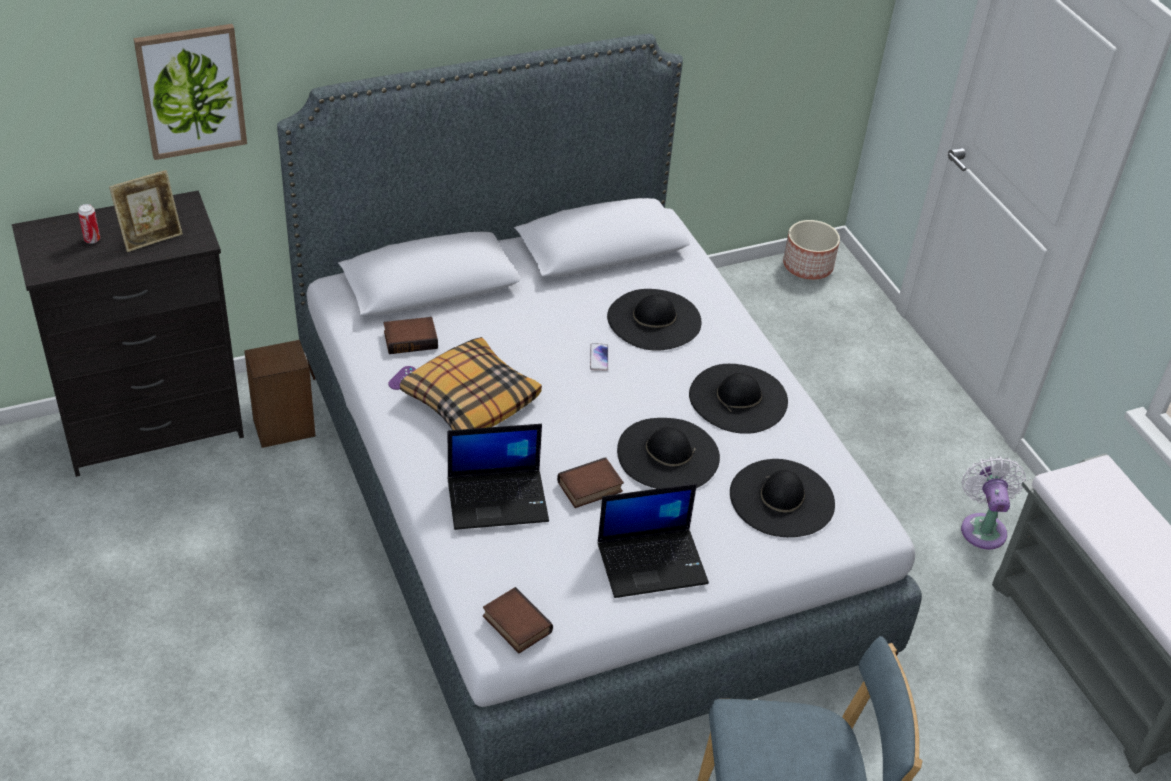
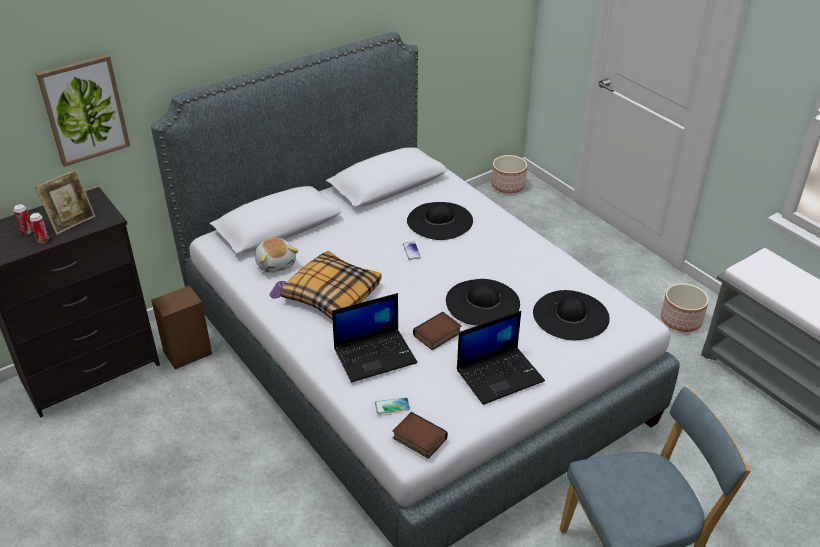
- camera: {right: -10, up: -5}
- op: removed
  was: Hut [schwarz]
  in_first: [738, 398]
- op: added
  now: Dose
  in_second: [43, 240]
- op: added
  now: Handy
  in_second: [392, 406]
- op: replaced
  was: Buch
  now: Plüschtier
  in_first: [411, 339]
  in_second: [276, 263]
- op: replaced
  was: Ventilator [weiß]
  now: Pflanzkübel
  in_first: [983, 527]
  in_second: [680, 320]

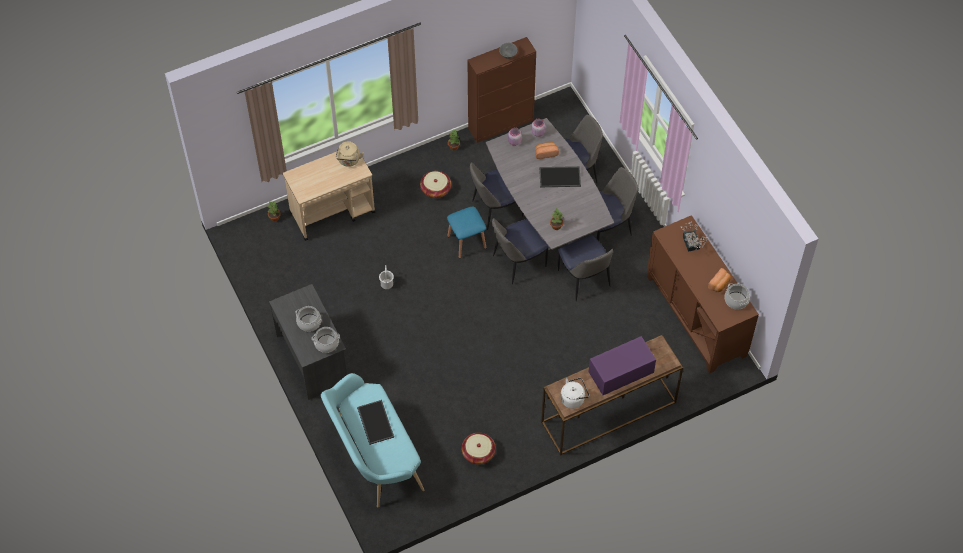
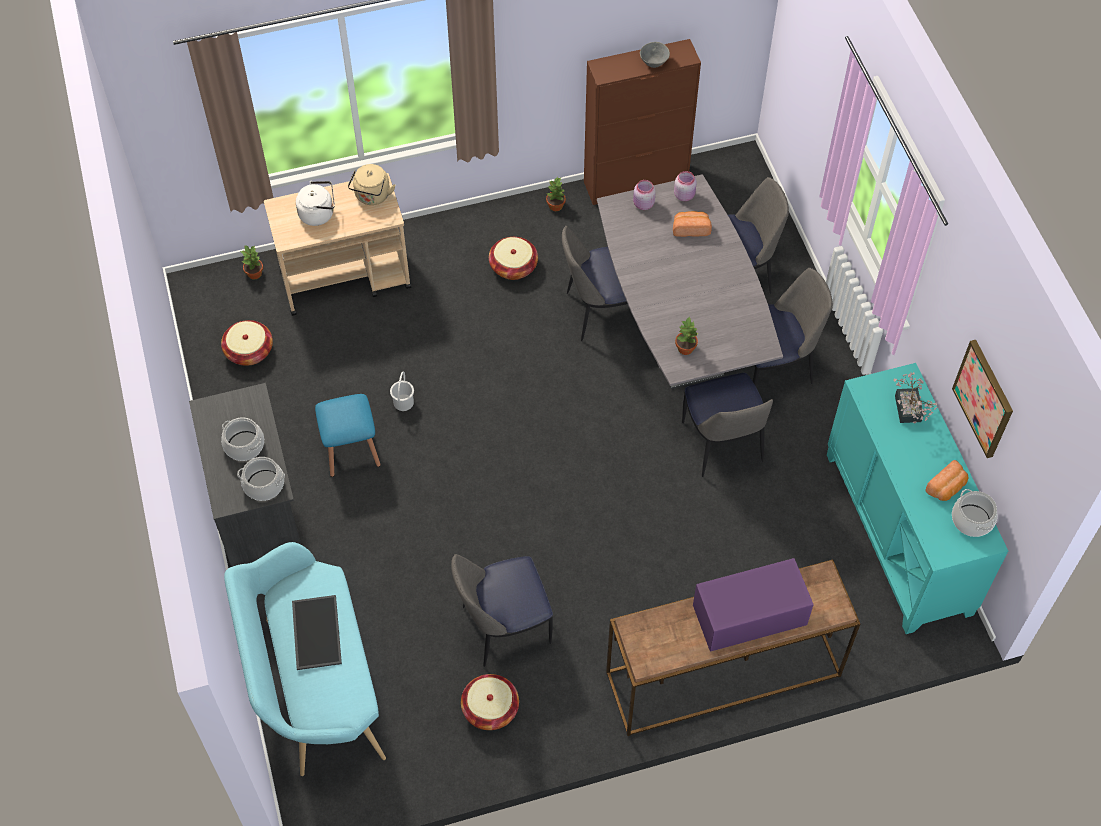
- camera: {right: 10, up: 0}
- op: removed
  was: Tablett
  in_first: [560, 176]
- op: added
  now: Korb
  in_second: [249, 351]
- op: added
  now: Bild
  in_second: [984, 398]
- op: moved
  was: Hocker [blau]
  in_first: [466, 242]
  in_second: [351, 450]
- op: moved
  was: Stuhl
  in_first: [518, 262]
  in_second: [503, 626]
- op: moved
  was: Wasserkessel [weiß]
  in_first: [573, 398]
  in_second: [319, 214]
- op: recoloured
  was: Schrank [braun]
  now: Schrank [türkis]
  in_first: [696, 316]
  in_second: [899, 533]

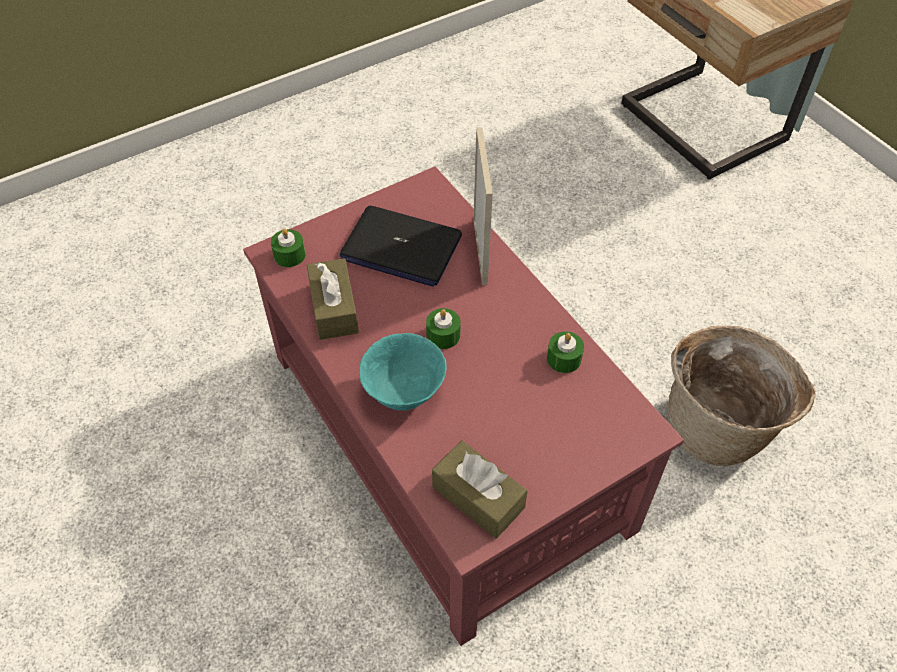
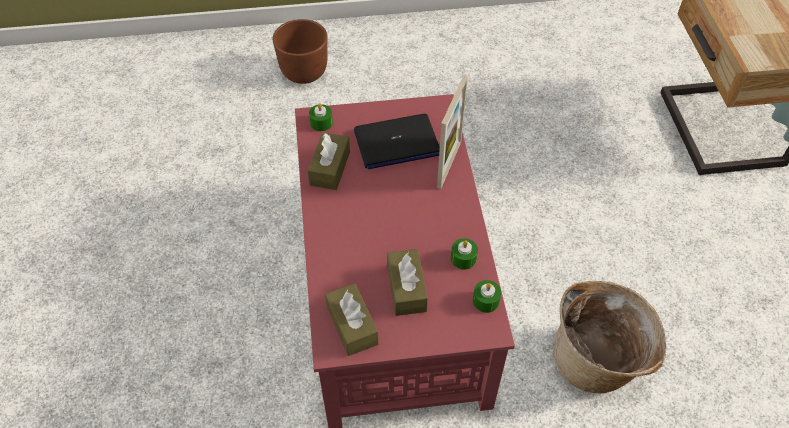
- camera: {right: 25, up: 0}
- op: removed
  was: Schüssel [türkis]
  in_first: [404, 392]
- op: added
  now: Pflanzkübel [braun]
  in_second: [305, 73]
- op: added
  now: Taschentuchbox [braun]
  in_second: [406, 288]
- op: moved
  was: Kerze [grün]
  in_first: [443, 335]
  in_second: [486, 301]
- op: turned
  was: Laptop
  in_first: [400, 247]
  in_second: [396, 143]
  clockwise: -60

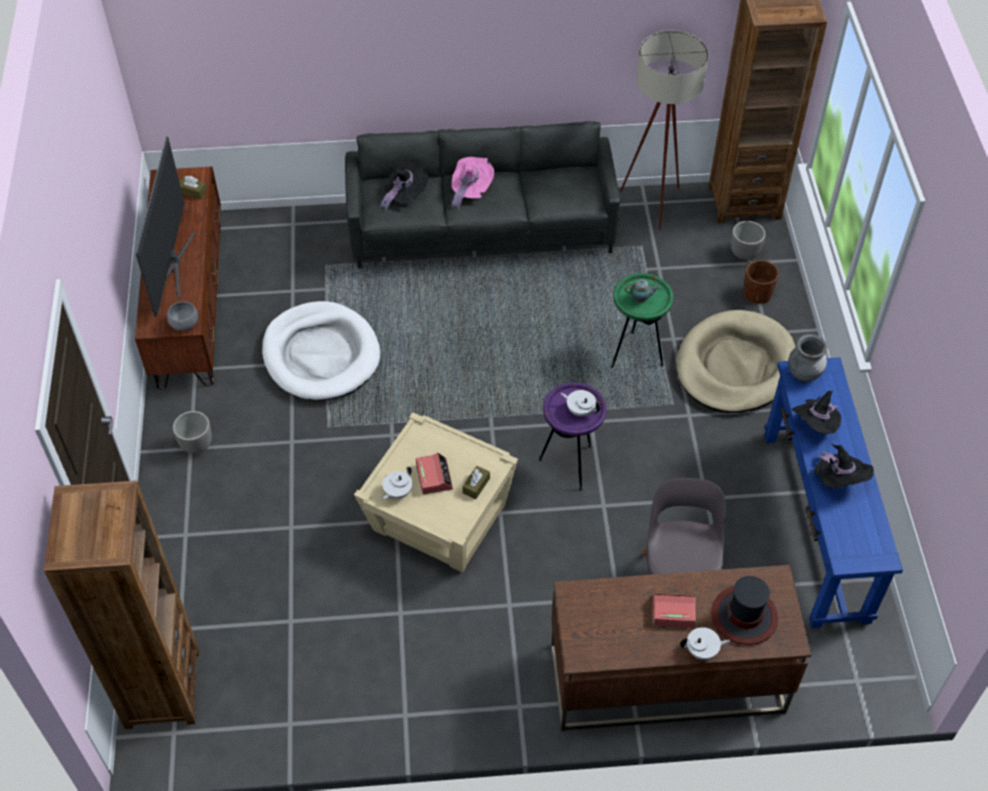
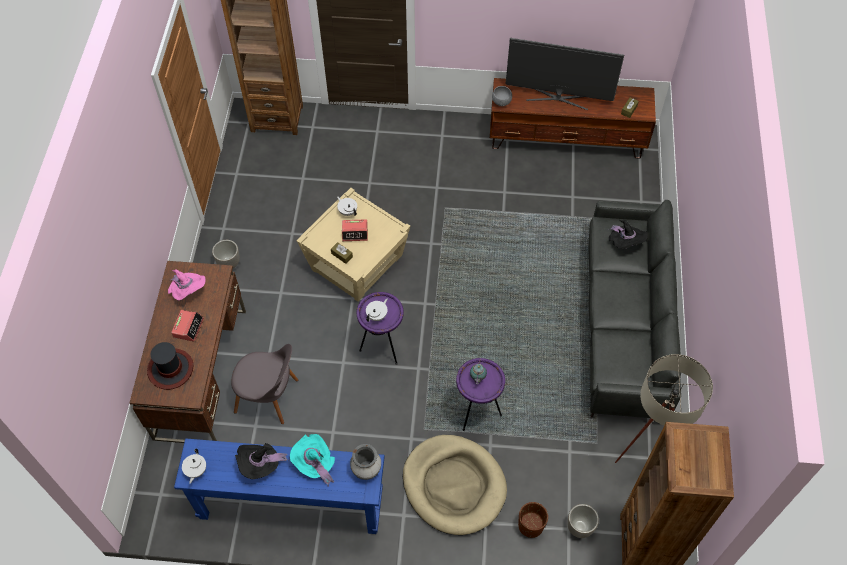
- camera: {right: 100, up: 5}
- op: removed
  was: Hundebett [weiß]
  in_first: [321, 355]
- op: moved
  was: Pflanzkübel
  in_first: [196, 446]
  in_second: [229, 263]
- op: moved
  was: Hut [rosa]
  in_first: [470, 190]
  in_second: [188, 292]
- op: moved
  was: Teekanne [weiß]
  in_first: [702, 651]
  in_second: [196, 470]
- op: recoloured
  was: Beistelltisch [grün]
  now: Beistelltisch [lila]
  in_first: [635, 355]
  in_second: [477, 413]
- op: recoloured
  was: Hut [schwarz]
  now: Hut [türkis]
  in_first: [815, 426]
  in_second: [314, 464]

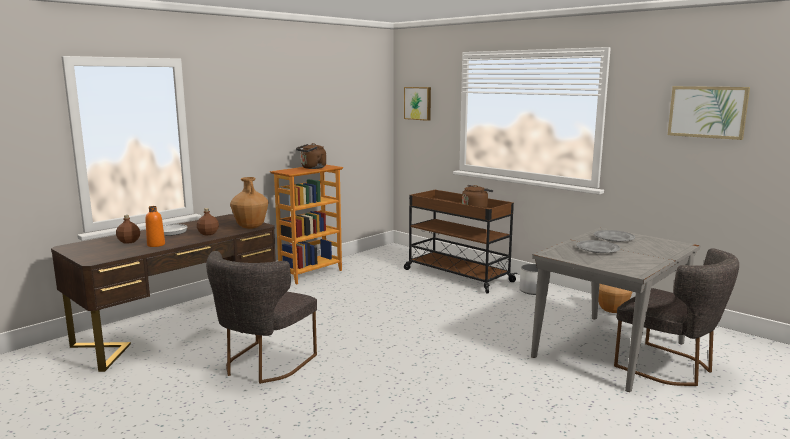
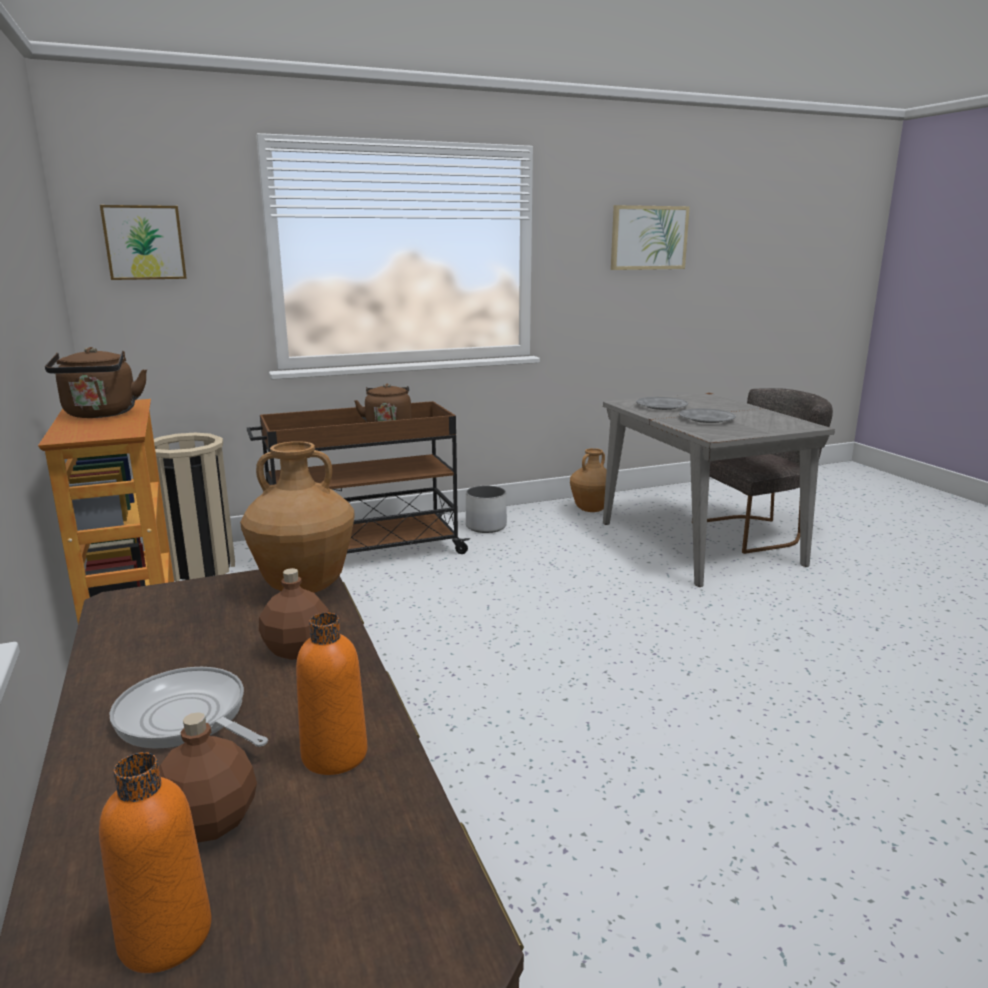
- camera: {right: -65, up: 5}
- op: removed
  was: Stuhl [grau]
  in_first: [263, 365]
- op: added
  now: Flasche [orange]
  in_second: [165, 936]
- op: added
  now: Mülleimer [beige]
  in_second: [199, 567]

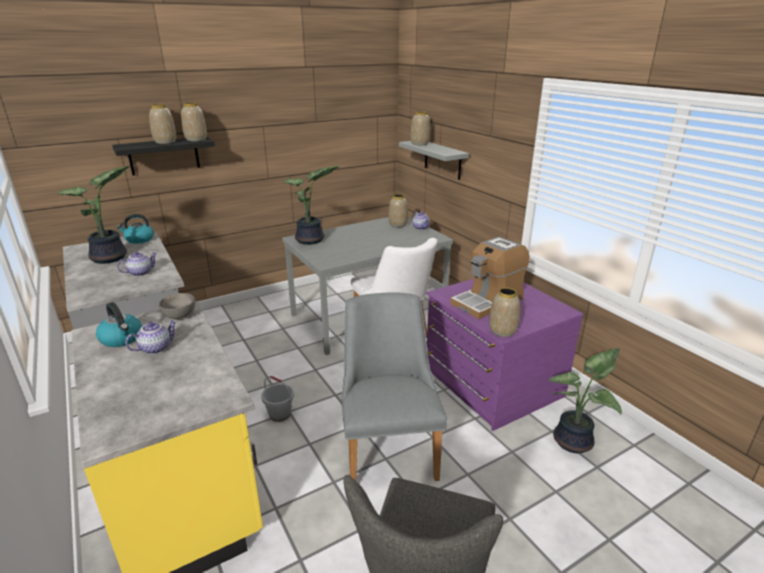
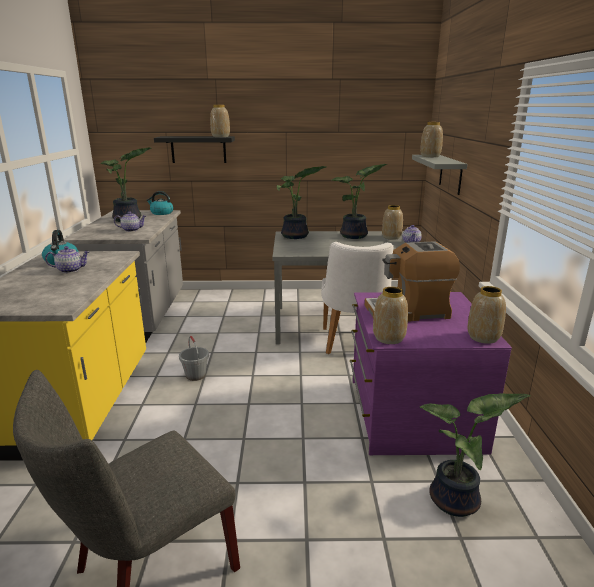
- camera: {right: 30, up: -5}
- op: removed
  was: Schüssel [grau]
  in_first: [180, 316]
- op: removed
  was: Stuhl [grau]
  in_first: [388, 447]
- op: added
  now: Topfpflanze
  in_second: [355, 236]
- op: moved
  was: Vase
  in_first: [165, 142]
  in_second: [483, 337]

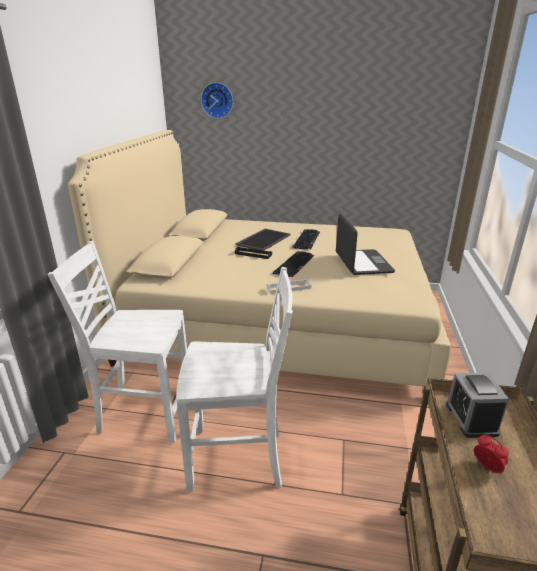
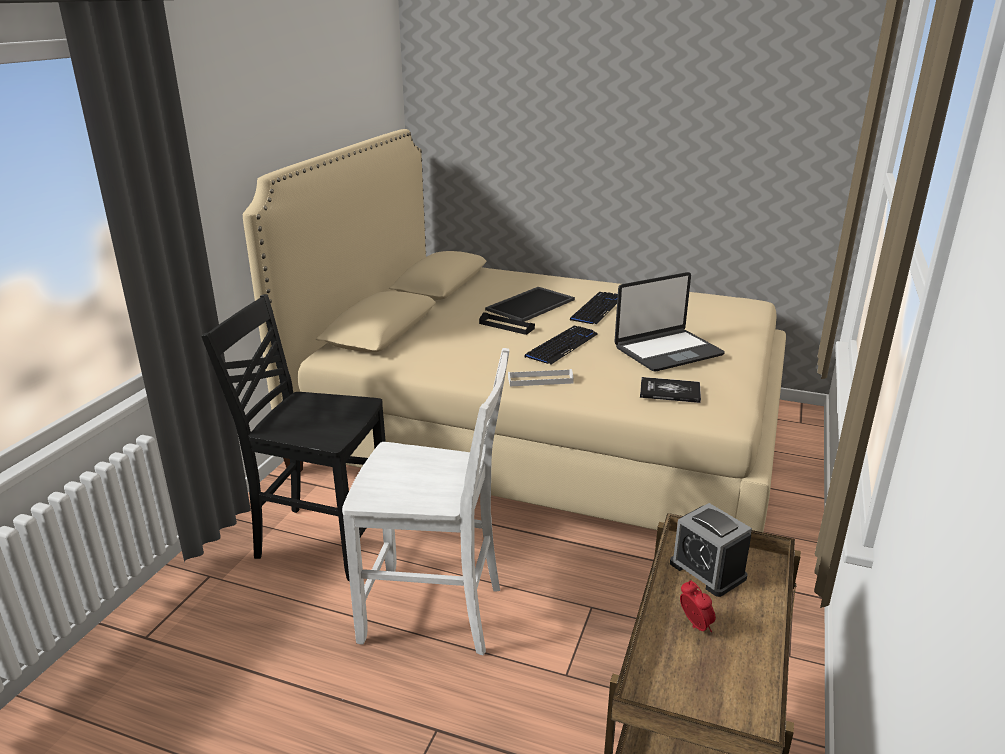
- camera: {right: 10, up: 0}
- op: removed
  was: Wanduhr
  in_first: [217, 100]
- op: added
  now: Buch
  in_second: [670, 391]
- op: recoloured
  was: Stuhl [weiß]
  now: Stuhl [schwarz]
  in_first: [144, 413]
  in_second: [321, 540]
- op: turned
  was: Laptop
  in_first: [362, 263]
  in_second: [667, 351]
  clockwise: 60
- op: turned
  was: Wecker
  in_first: [471, 419]
  in_second: [707, 570]
  clockwise: -45

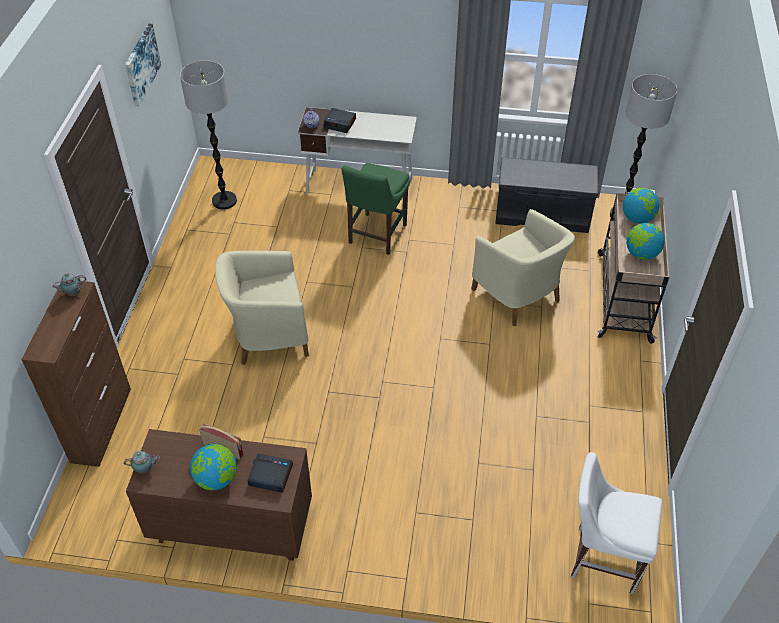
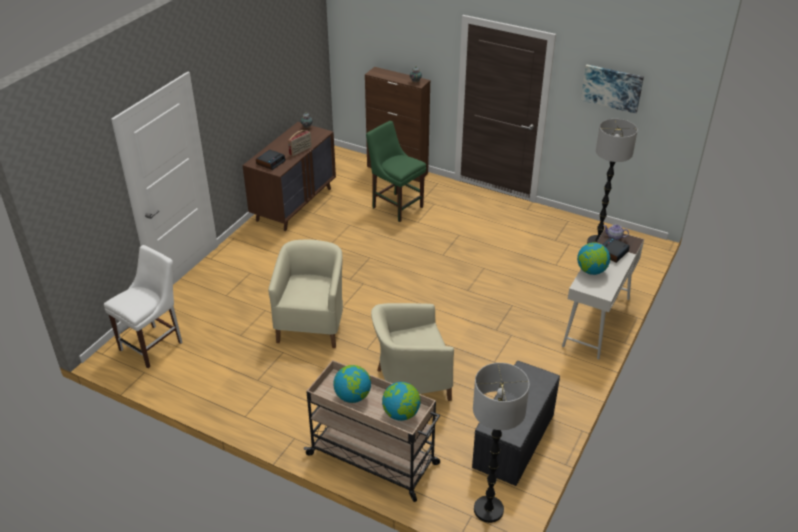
- camera: {right: 110, up: -10}
- op: moved
  was: Globus
  in_first: [216, 479]
  in_second: [591, 271]
- op: moved
  was: Sessel [beige]
  in_first: [268, 336]
  in_second: [312, 324]
- op: moved
  was: Stuhl [grün]
  in_first: [376, 236]
  in_second: [396, 206]

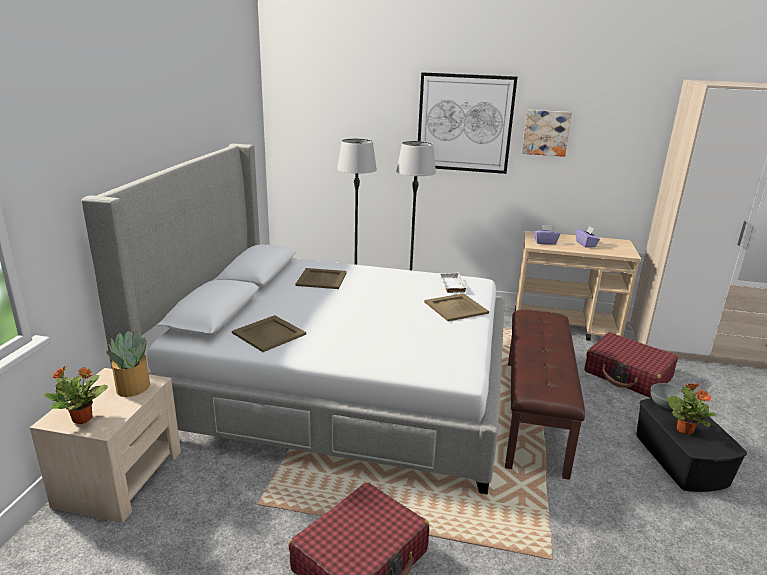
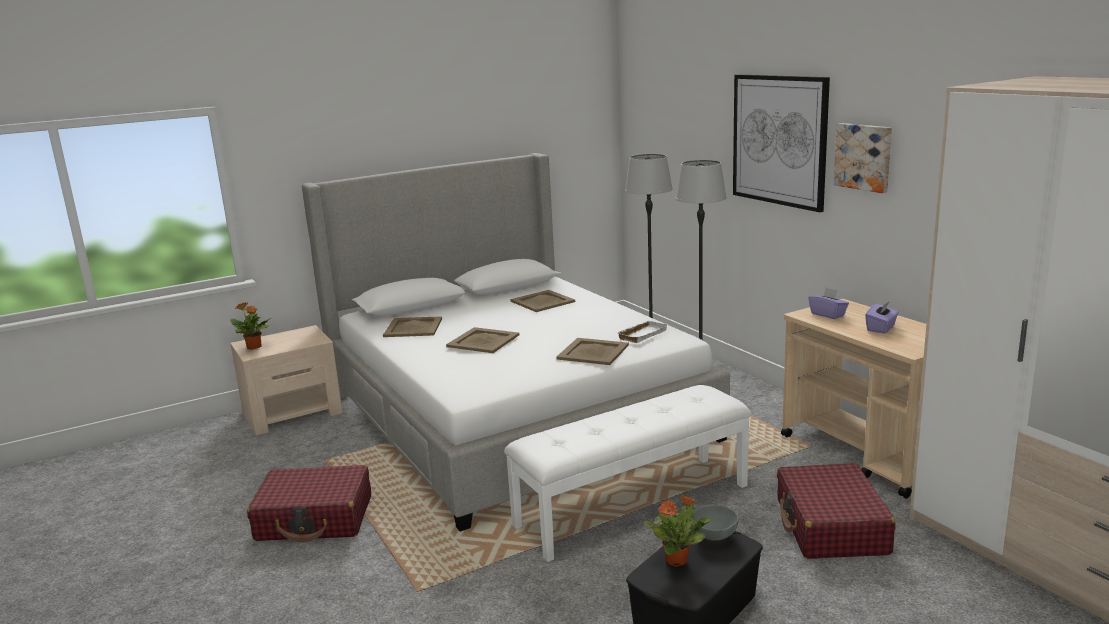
- camera: {right: 50, up: -5}
- op: removed
  was: Topfpflanze
  in_first: [132, 387]
- op: added
  now: Tablett [beige]
  in_second: [484, 341]
- op: recoloured
  was: Bank [braun]
  now: Bank [weiß]
  in_first: [533, 412]
  in_second: [632, 505]

